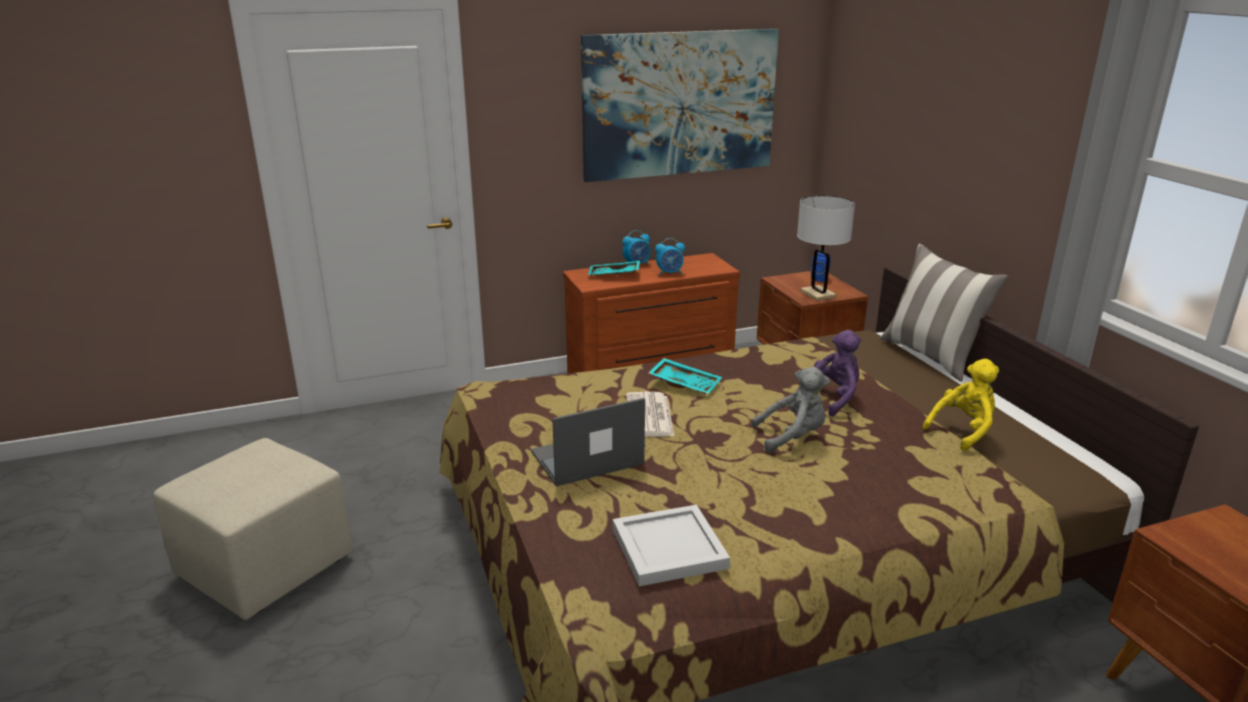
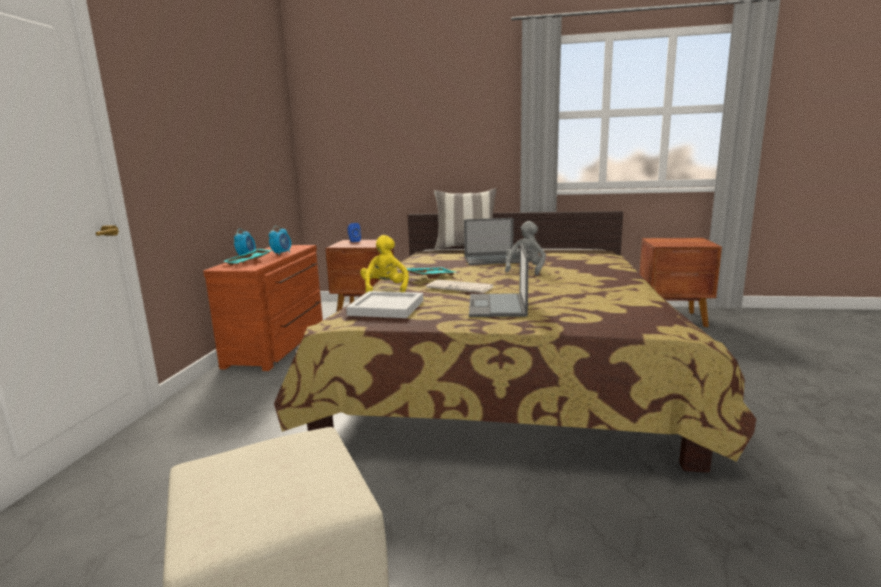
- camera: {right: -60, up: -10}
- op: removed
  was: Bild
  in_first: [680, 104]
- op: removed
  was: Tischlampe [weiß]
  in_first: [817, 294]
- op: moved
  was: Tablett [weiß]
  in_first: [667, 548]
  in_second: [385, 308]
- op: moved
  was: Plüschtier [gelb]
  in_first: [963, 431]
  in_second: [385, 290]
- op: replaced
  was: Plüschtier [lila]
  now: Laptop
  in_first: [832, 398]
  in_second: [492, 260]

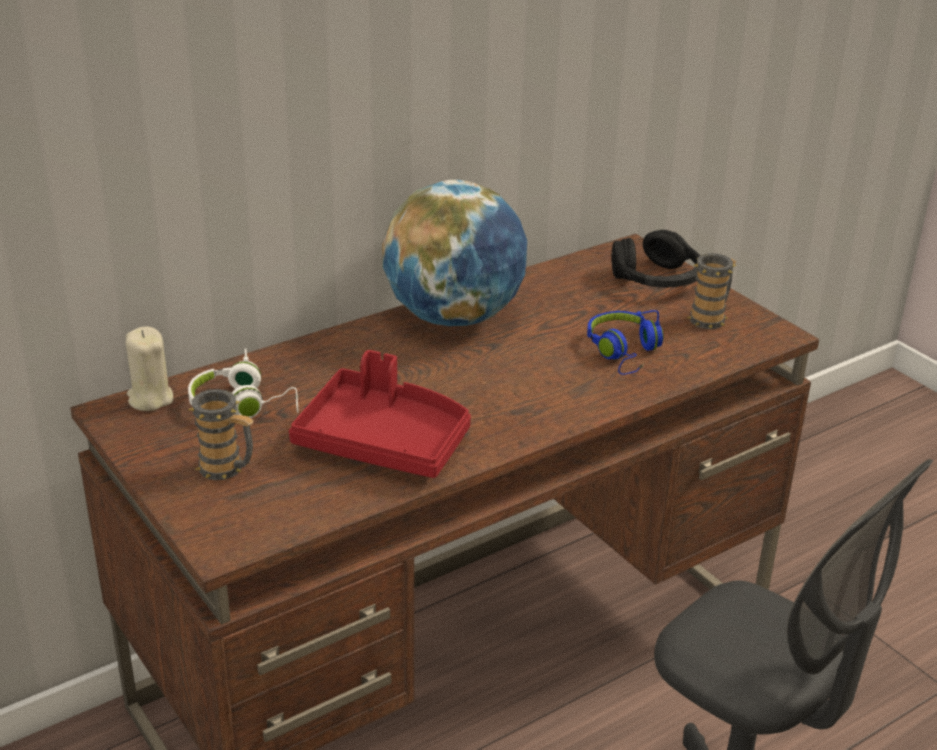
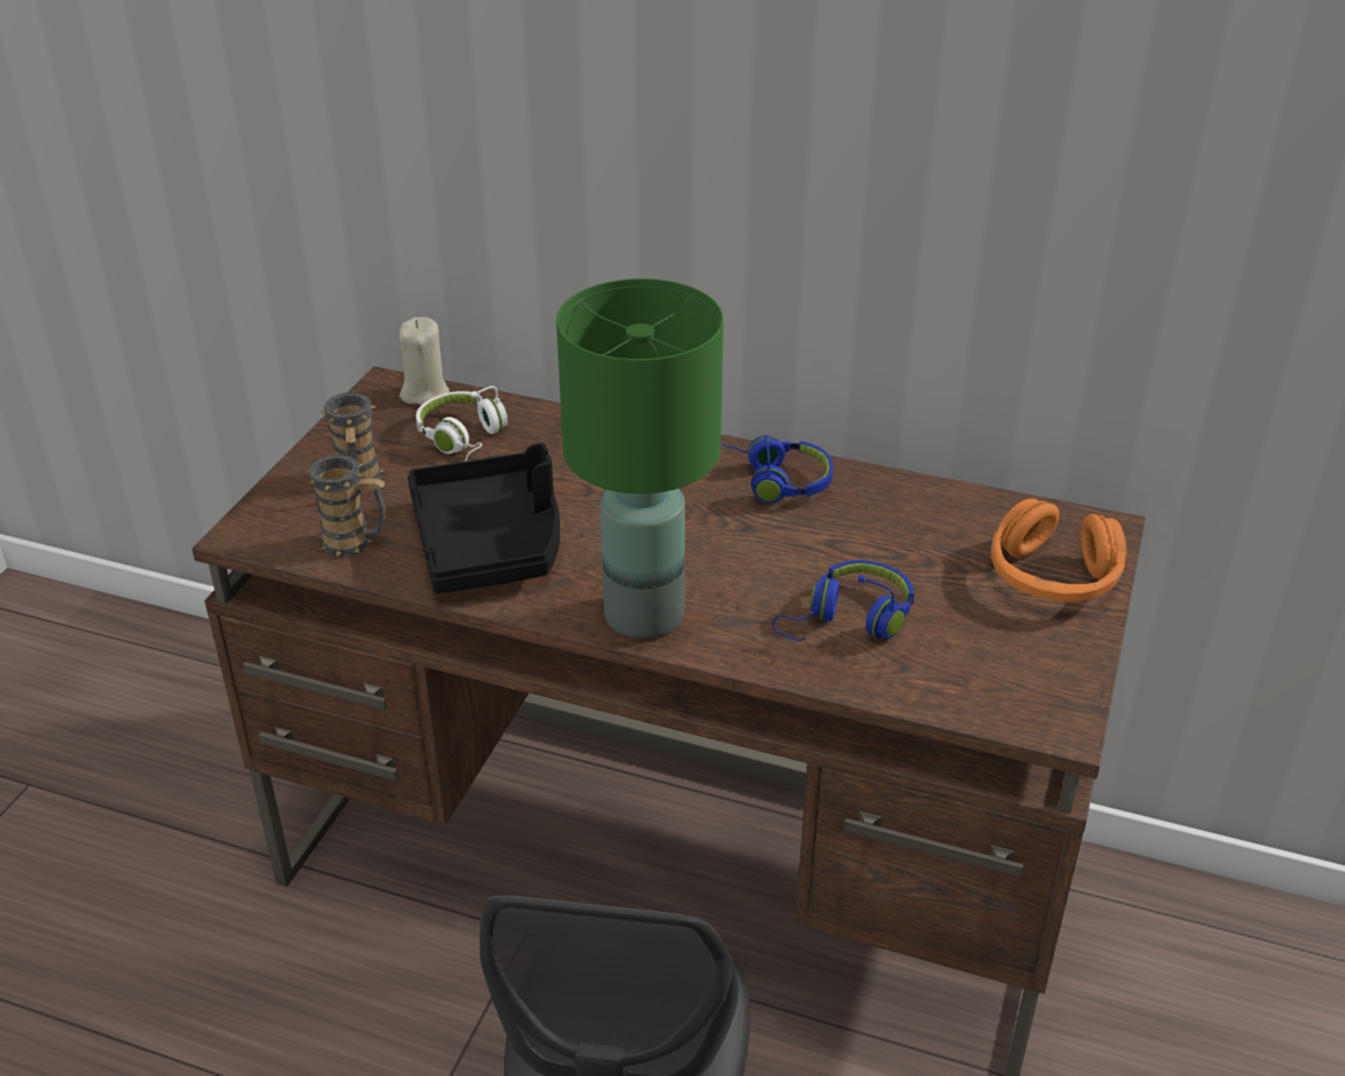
- camera: {right: 55, up: 5}
- op: added
  now: Tischlampe [grün]
  in_second: [641, 615]
- op: moved
  was: Henkelbecher
  in_first: [711, 318]
  in_second: [355, 543]
- op: replaced
  was: Globus
  now: Kopfhörer [blau]
  in_first: [454, 317]
  in_second: [769, 480]
- op: recoloured
  was: Tablett [rot]
  now: Tablett [schwarz]
  in_first: [384, 441]
  in_second: [491, 542]
- op: recoloured
  was: Kopfhörer [schwarz]
  now: Kopfhörer [orange]
  in_first: [657, 280]
  in_second: [1052, 577]

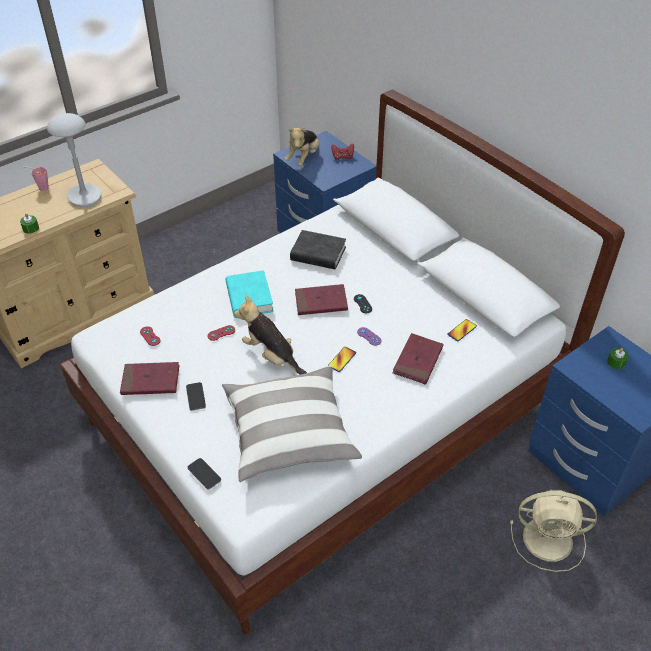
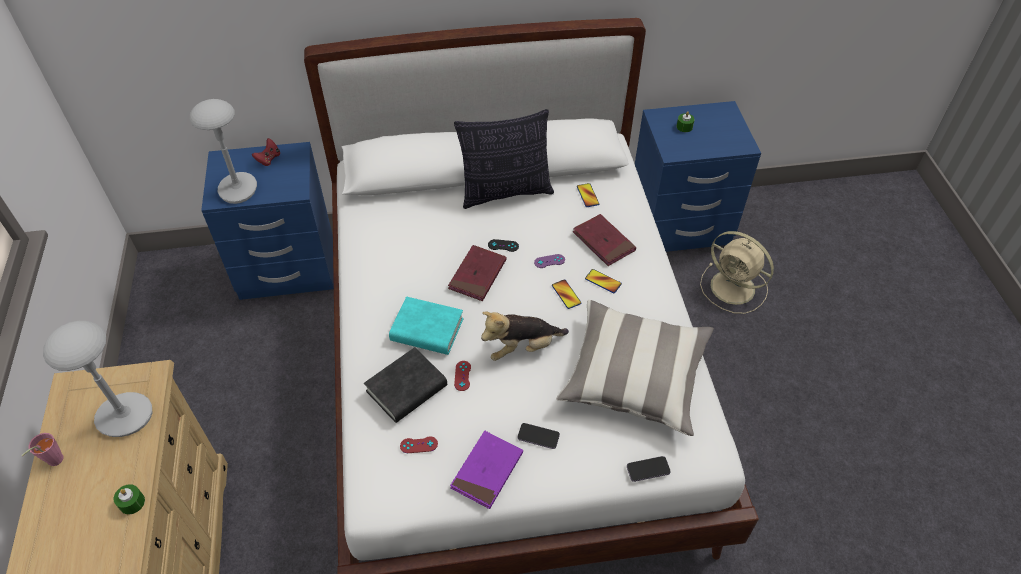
- camera: {right: -60, up: 5}
- op: added
  now: Kissen
  in_second: [506, 192]
- op: added
  now: Handy
  in_second: [603, 281]
- op: moved
  was: Buch [schwarz]
  in_first: [318, 254]
  in_second: [406, 389]
- op: replaced
  was: Plüschtier
  now: Tischlampe [grau]
  in_first: [303, 158]
  in_second: [238, 189]
- op: recoloured
  was: Buch [rot]
  now: Buch [lila]
  in_first: [150, 381]
  in_second: [487, 471]
- op: turned
  was: Ventilator [beige]
  in_first: [550, 539]
  in_second: [734, 288]
  clockwise: 90

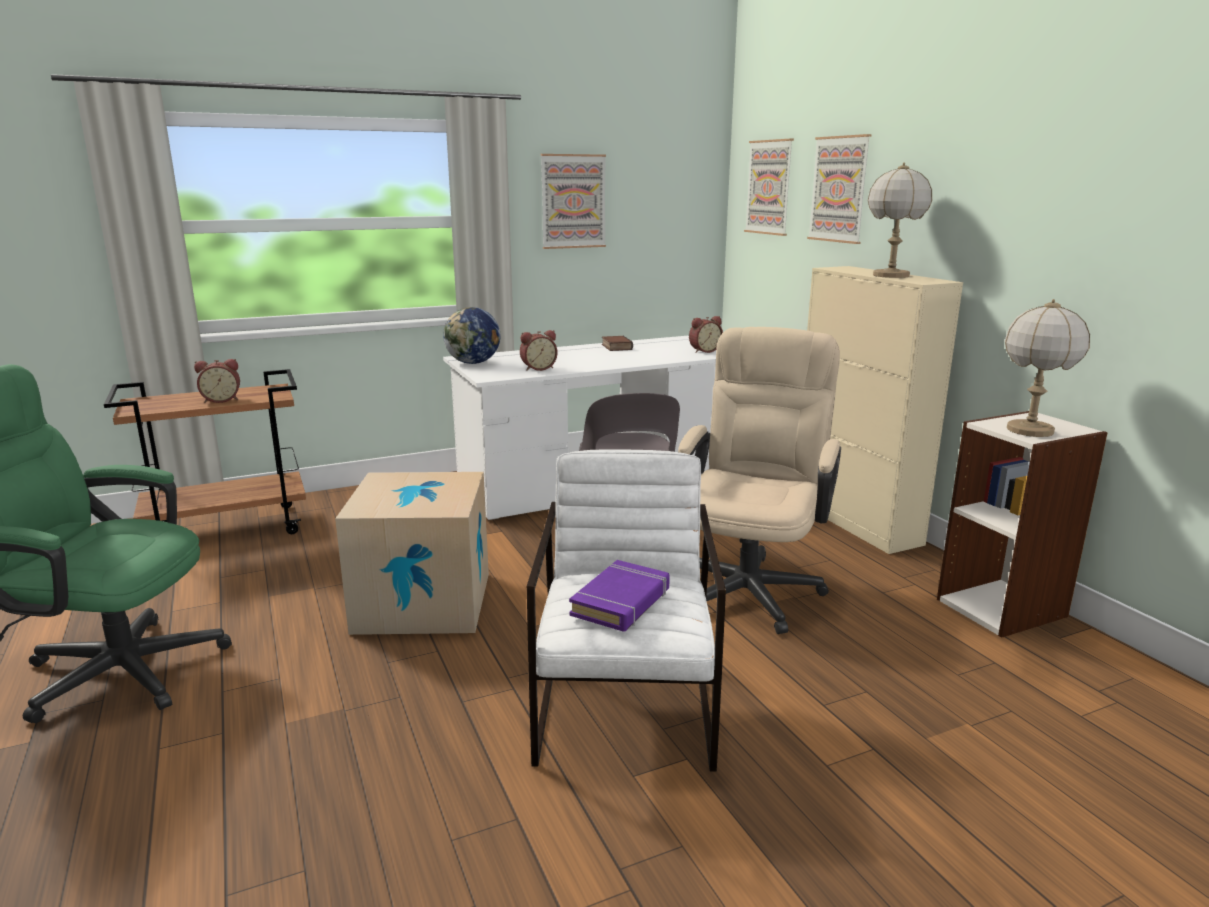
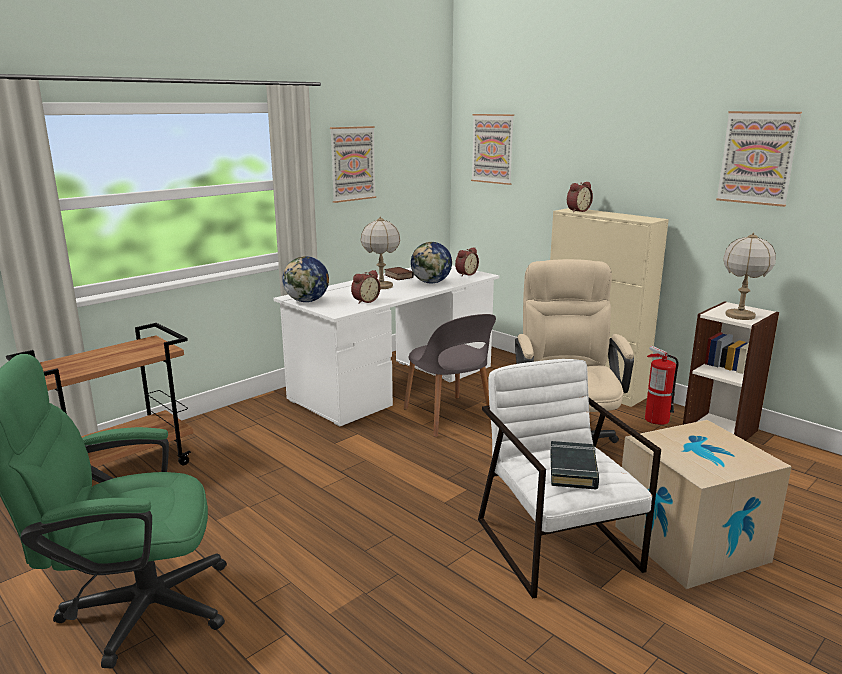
- camera: {right: -20, up: 0}
- op: added
  now: Globus
  in_second: [431, 282]
- op: added
  now: Feuerlöscher
  in_second: [656, 419]
- op: moved
  was: Wecker
  in_first: [222, 400]
  in_second: [577, 211]
- op: moved
  was: Karton
  in_first: [423, 602]
  in_second: [690, 543]
- op: moved
  was: Bild
  in_first: [839, 189]
  in_second: [757, 158]
- op: moved
  was: Tischlampe
  in_first: [890, 275]
  in_second: [381, 286]
- op: recoloured
  was: Buch [lila]
  now: Buch [schwarz]
  in_first: [621, 602]
  in_second: [573, 470]

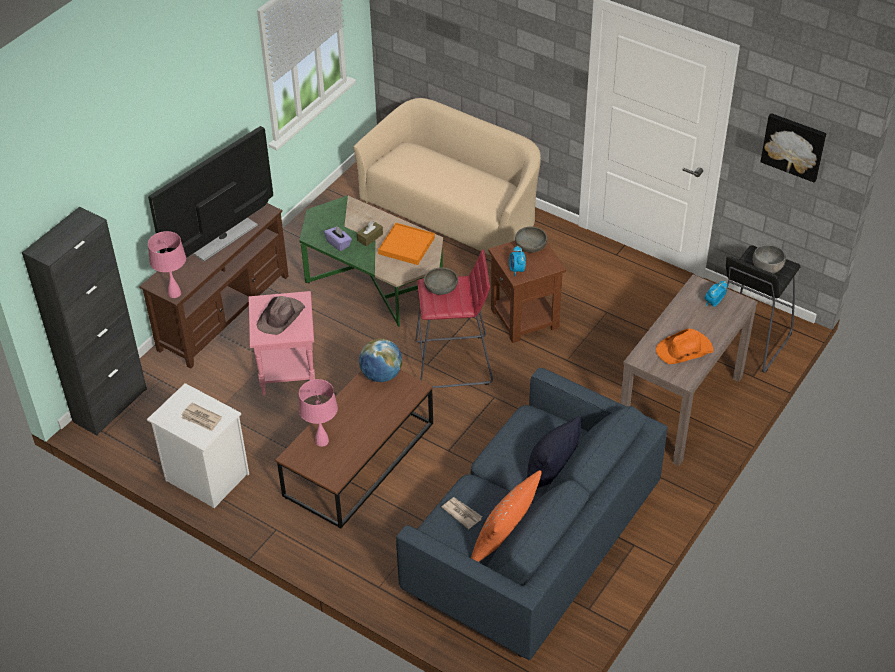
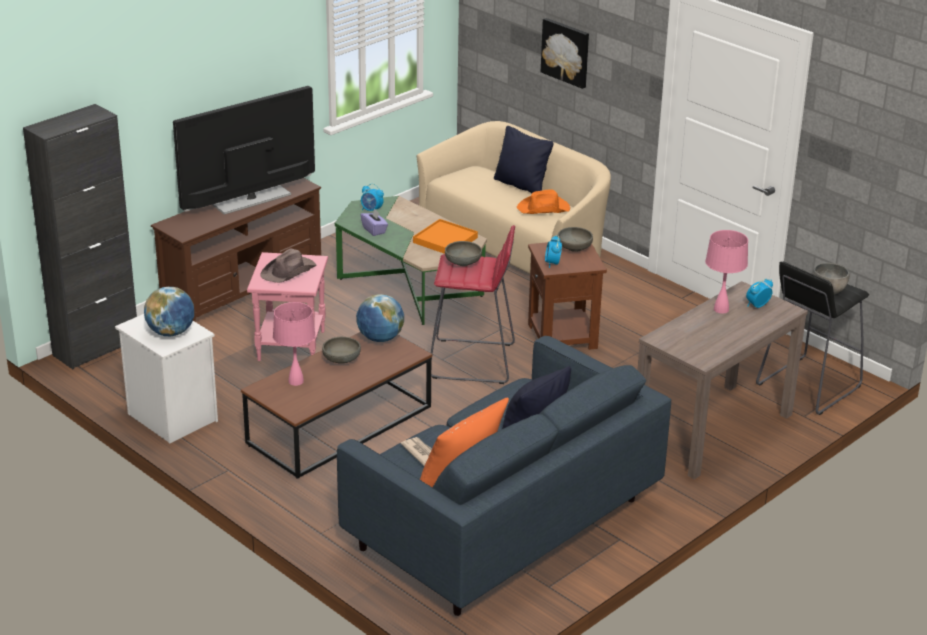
- camera: {right: 10, up: -15}
- op: removed
  was: Taschentuchbox [braun]
  in_first: [370, 237]
- op: added
  now: Schüssel [grau]
  in_second: [341, 359]
- op: added
  now: Wecker
  in_second: [372, 210]
- op: added
  now: Kissen [schwarz]
  in_second: [521, 185]
- op: moved
  was: Tischlampe [rosa]
  in_first: [175, 293]
  in_second: [721, 309]
- op: moved
  was: Hut [orange]
  in_first: [685, 350]
  in_second: [544, 209]
- op: moved
  was: Bild
  in_first: [794, 146]
  in_second: [566, 52]
- op: replaced
  was: Zeitung
  now: Globus
  in_first: [201, 418]
  in_second: [171, 333]

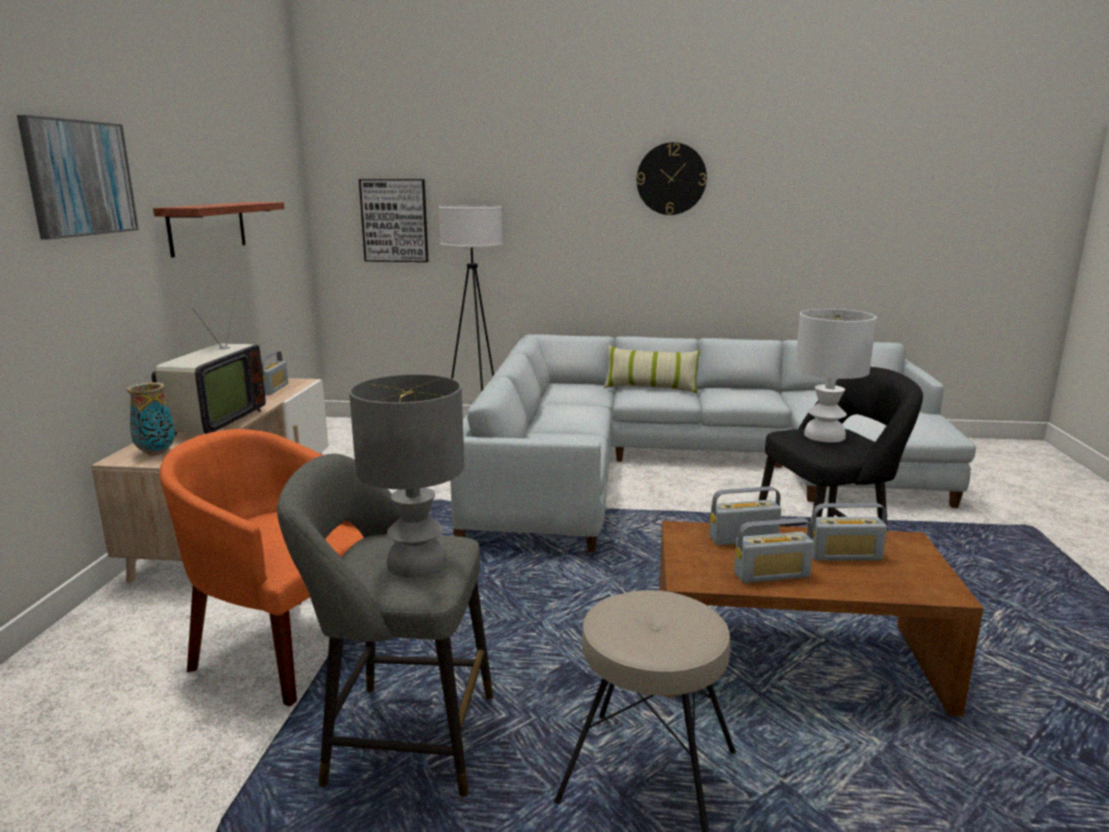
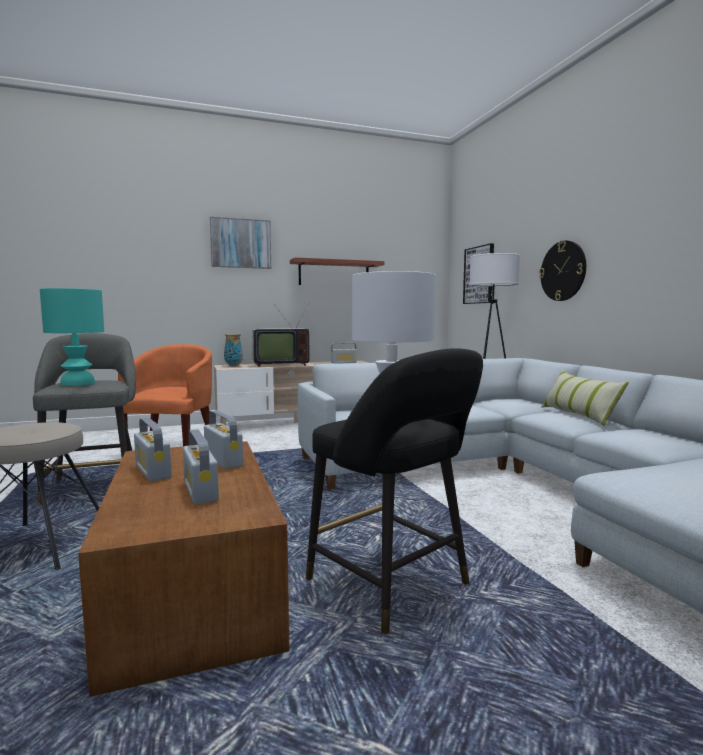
- camera: {right: 65, up: -10}
- op: moved
  was: Wanduhr
  in_first: [671, 179]
  in_second: [563, 271]
- op: recoloured
  was: Tischlampe [grau]
  now: Tischlampe [türkis]
  in_first: [415, 563]
  in_second: [78, 383]

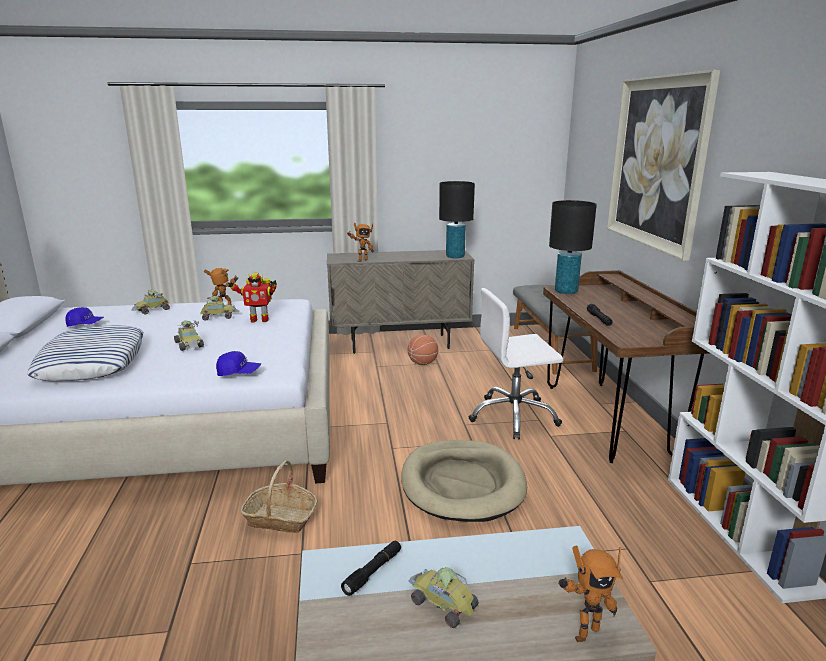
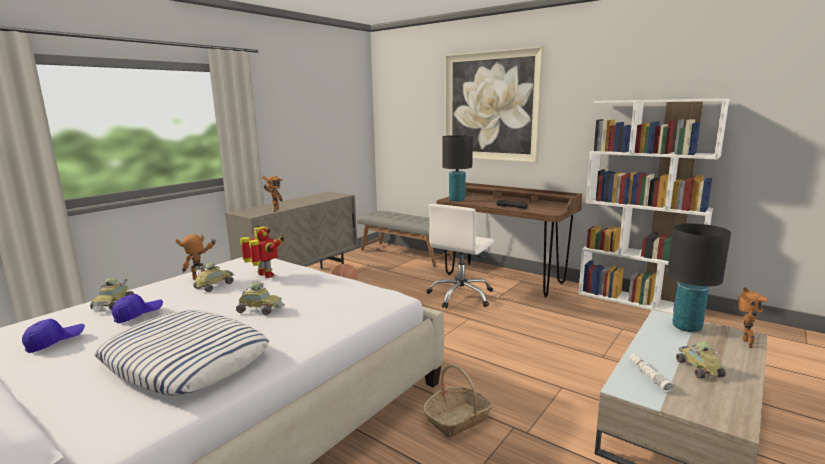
- camera: {right: -45, up: -5}
- op: removed
  was: Hundebett [beige]
  in_first: [462, 484]
- op: moved
  was: Kappe [blau]
  in_first: [239, 373]
  in_second: [139, 315]
- op: moved
  was: Tischlampe [schwarz]
  in_first: [455, 257]
  in_second: [687, 327]
- op: recoloured
  was: Taschenlampe [schwarz]
  now: Taschenlampe [weiß]
  in_first: [373, 572]
  in_second: [648, 376]
- op: turned
  was: Spielzeugroboter
  in_first: [259, 320]
  in_second: [265, 275]
  clockwise: -90
- op: turned
  was: Spielzeugauto
  in_first: [441, 604]
  in_second: [697, 368]
  clockwise: 90

